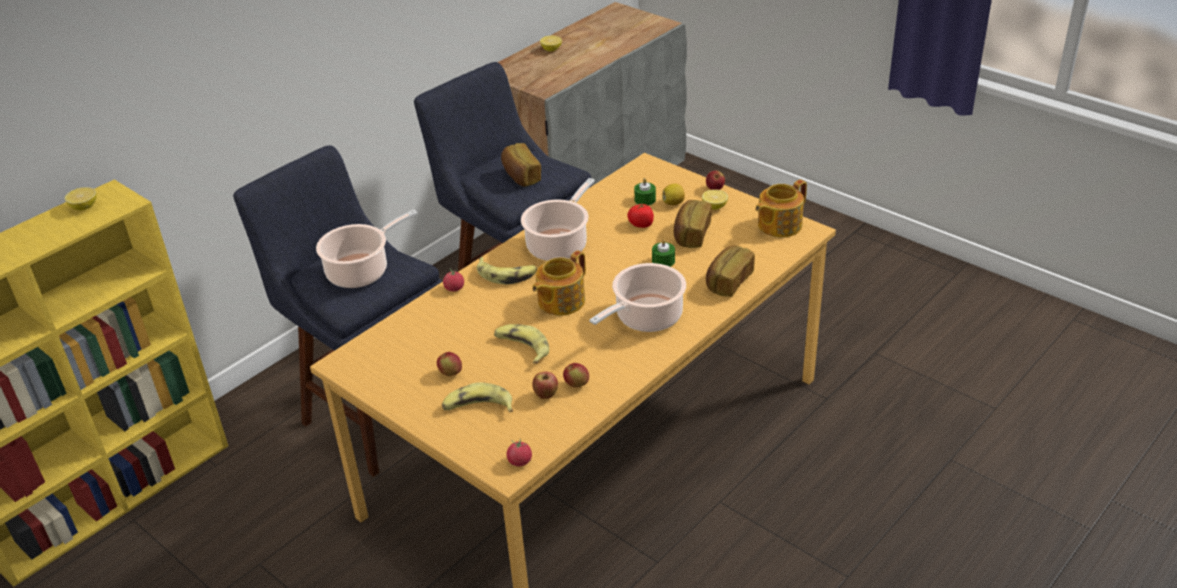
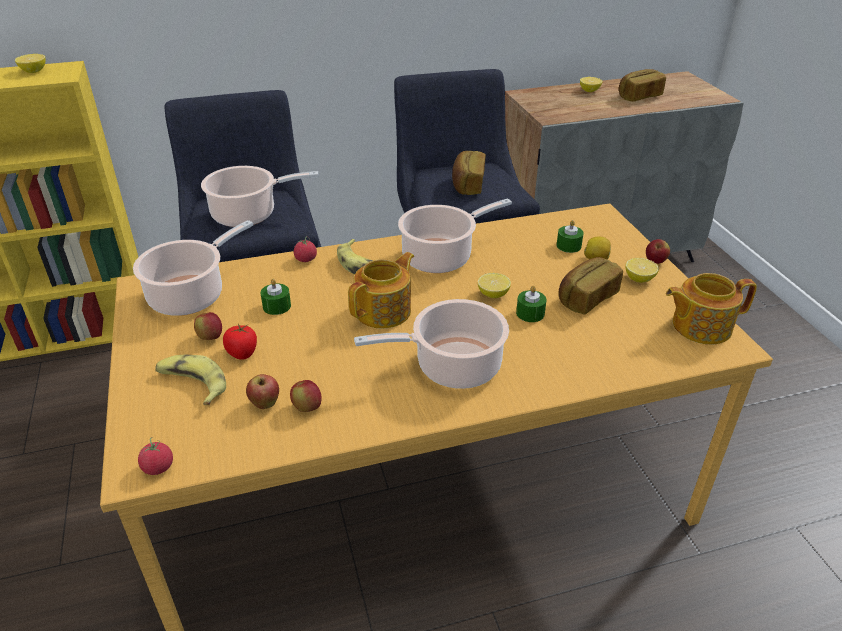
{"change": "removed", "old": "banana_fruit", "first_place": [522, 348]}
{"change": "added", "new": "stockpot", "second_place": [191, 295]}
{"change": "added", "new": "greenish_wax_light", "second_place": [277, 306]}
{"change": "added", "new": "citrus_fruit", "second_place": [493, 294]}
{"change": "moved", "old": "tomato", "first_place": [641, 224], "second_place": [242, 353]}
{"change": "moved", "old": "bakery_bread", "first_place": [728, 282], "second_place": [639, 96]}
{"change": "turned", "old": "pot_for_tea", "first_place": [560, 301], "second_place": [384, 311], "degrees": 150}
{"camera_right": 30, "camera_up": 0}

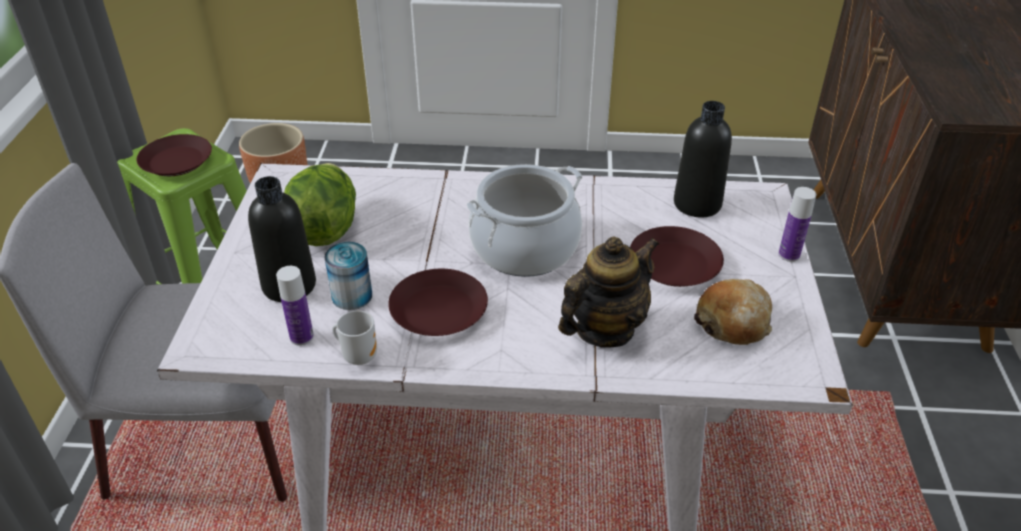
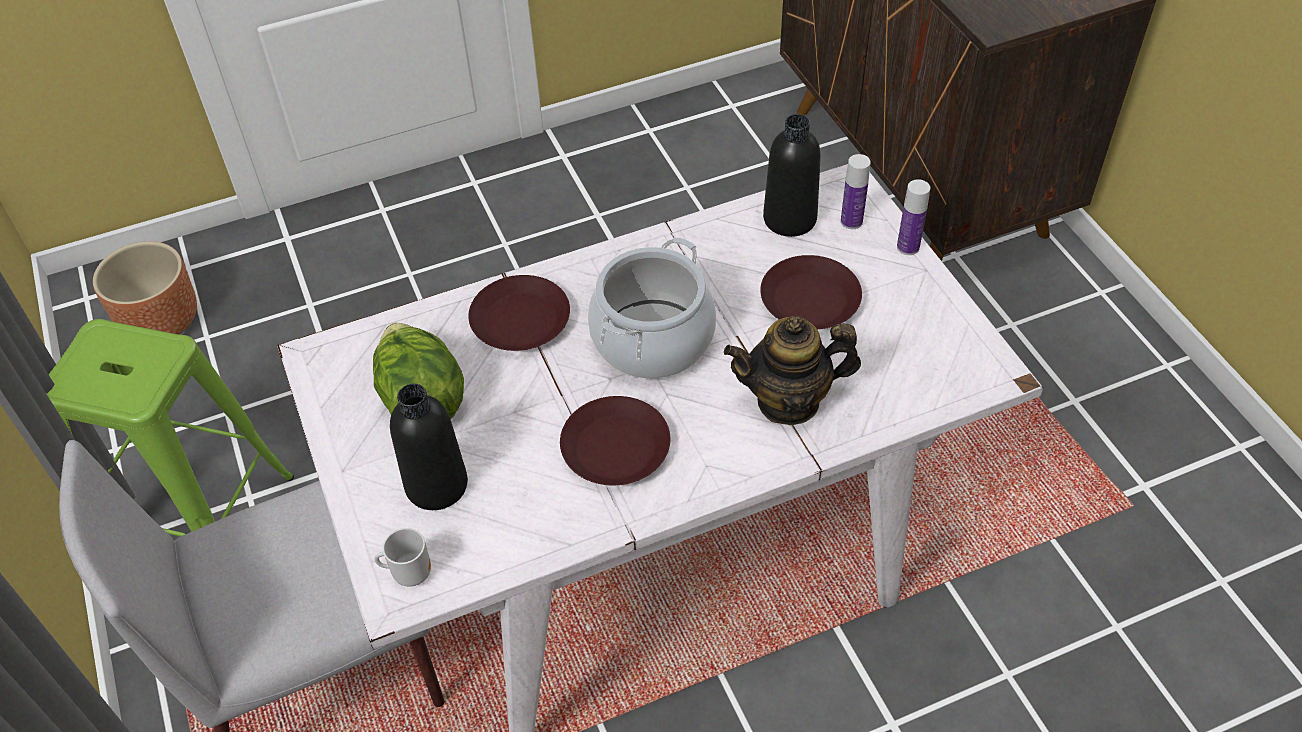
{"change": "removed", "old": "sealed_can", "first_place": [352, 296]}
{"change": "removed", "old": "bakery_bread", "first_place": [733, 322]}
{"change": "moved", "old": "brownish_flat_dish", "first_place": [176, 162], "second_place": [520, 322]}
{"change": "moved", "old": "beverage_bottle", "first_place": [302, 337], "second_place": [851, 221]}
{"change": "moved", "old": "coffee_mug", "first_place": [359, 355], "second_place": [410, 572]}
{"change": "turned", "old": "pot_for_tea", "first_place": [604, 329], "second_place": [789, 401], "degrees": -120}
{"camera_right": -25, "camera_up": 10}

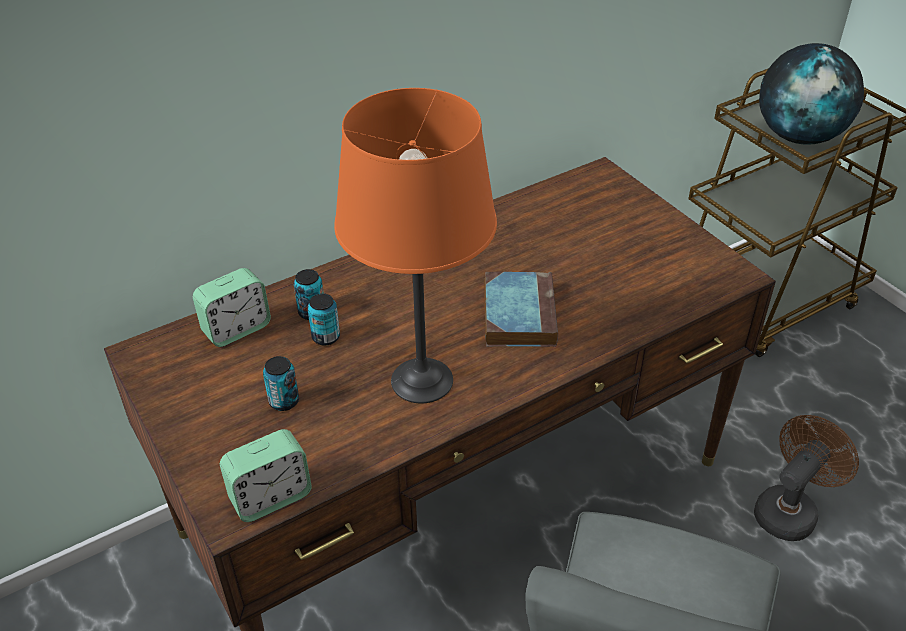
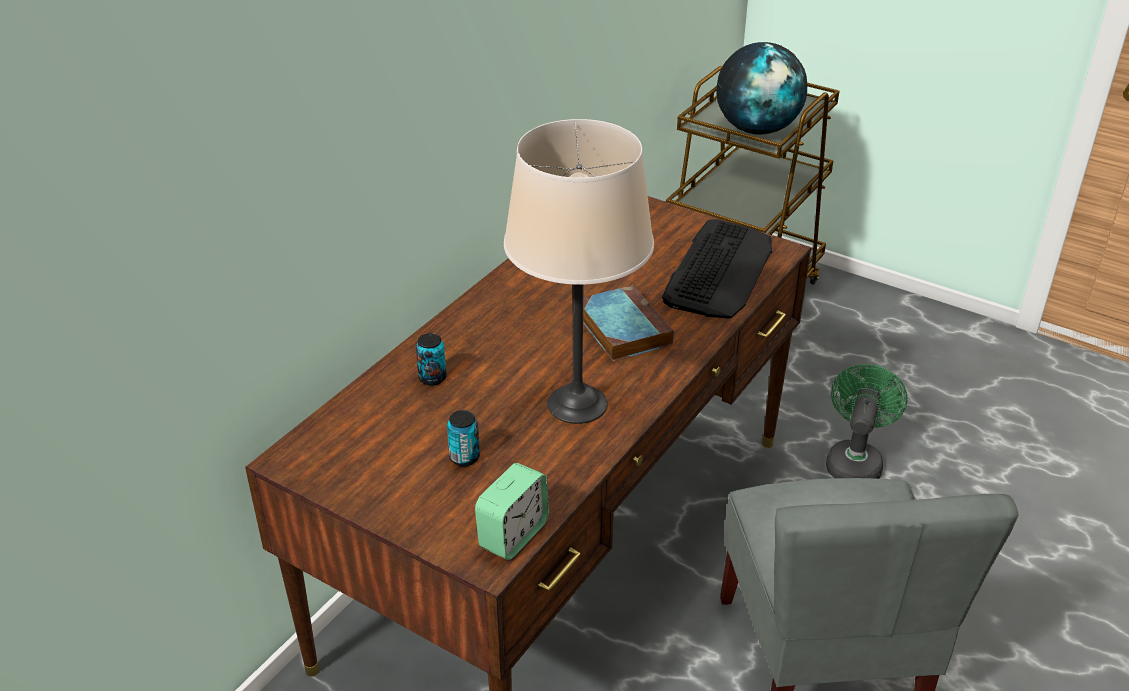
{"change": "removed", "old": "alarm_clock", "first_place": [236, 329]}
{"change": "removed", "old": "sealed_can", "first_place": [326, 337]}
{"change": "added", "new": "keyboard", "second_place": [719, 270]}
{"change": "recoloured", "old": "orangey_lamp_for_a_table", "new": "beige_lamp_for_a_table", "first_place": [421, 380], "second_place": [576, 404]}
{"change": "recoloured", "old": "brownish_cooling_fan", "new": "greenish_cooling_fan", "first_place": [789, 510], "second_place": [854, 461]}
{"camera_right": -25, "camera_up": -5}

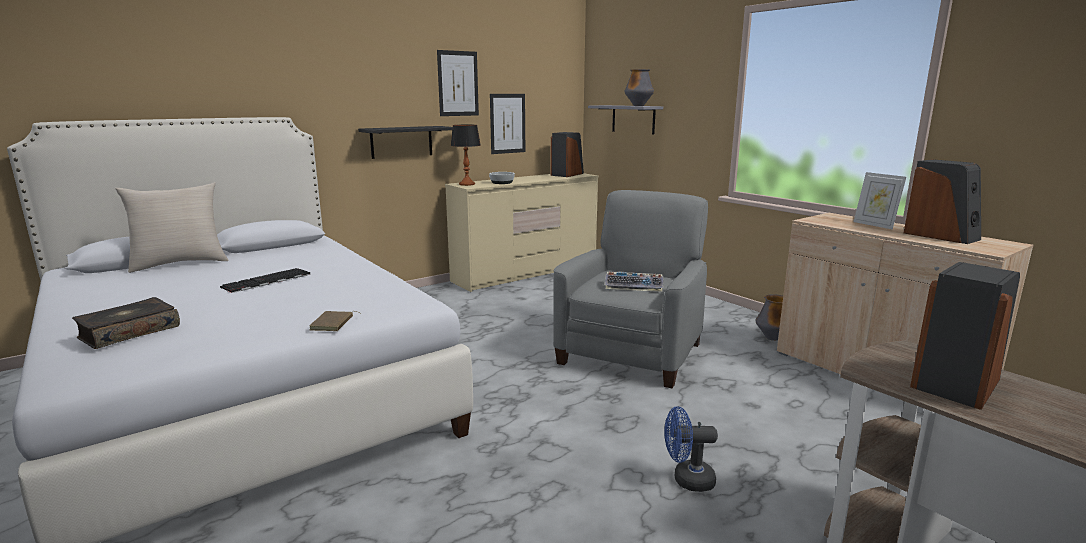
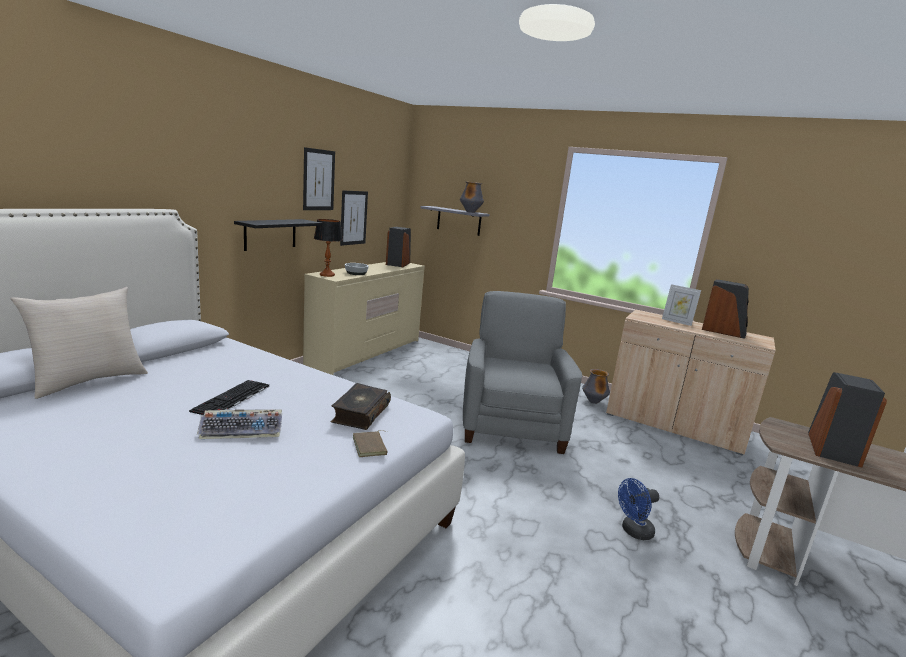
{"change": "moved", "old": "bound_book", "first_place": [129, 332], "second_place": [360, 414]}
{"change": "moved", "old": "keyboard", "first_place": [634, 286], "second_place": [243, 429]}
{"camera_right": -25, "camera_up": 0}

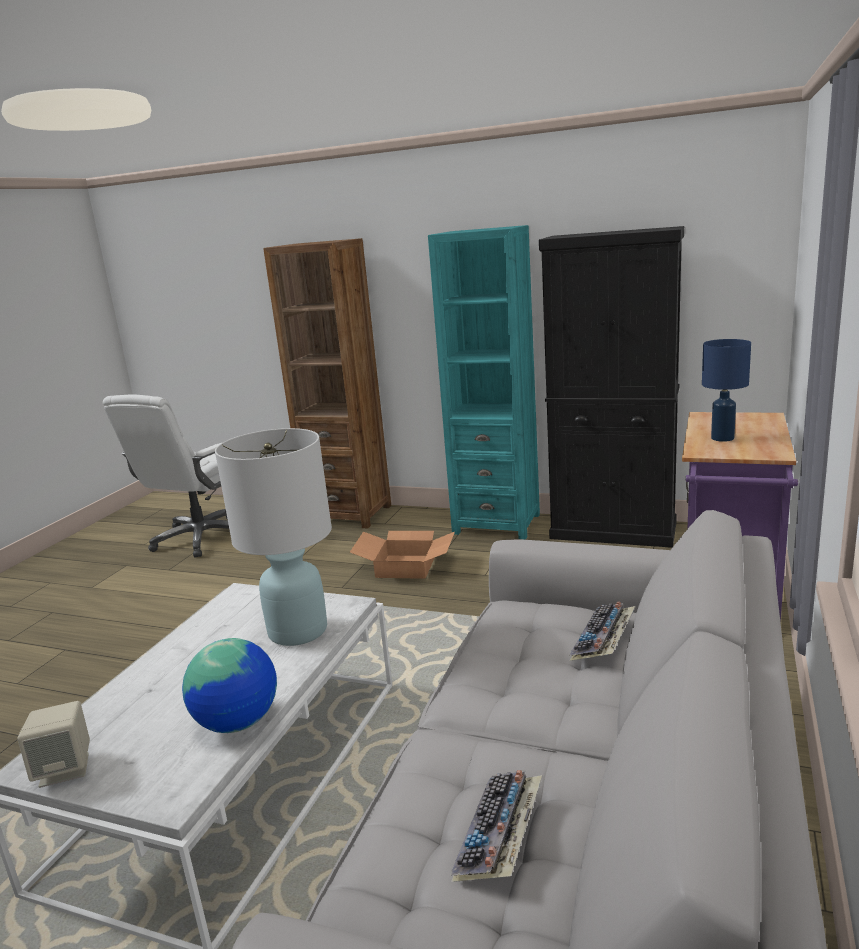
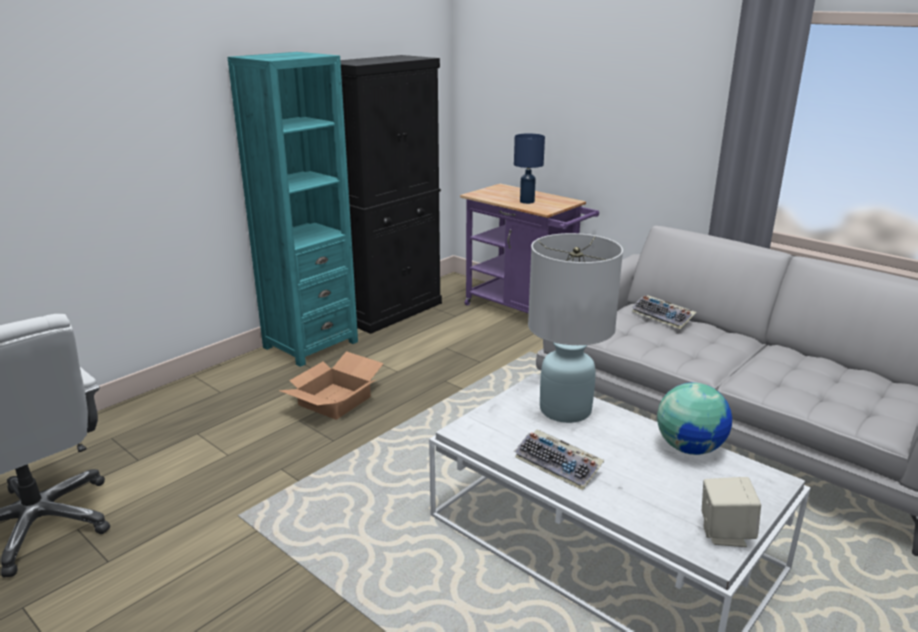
{"change": "removed", "old": "brownish_bookcase", "first_place": [349, 514]}
{"change": "moved", "old": "keyboard", "first_place": [500, 837], "second_place": [559, 465]}
{"camera_right": -70, "camera_up": 5}

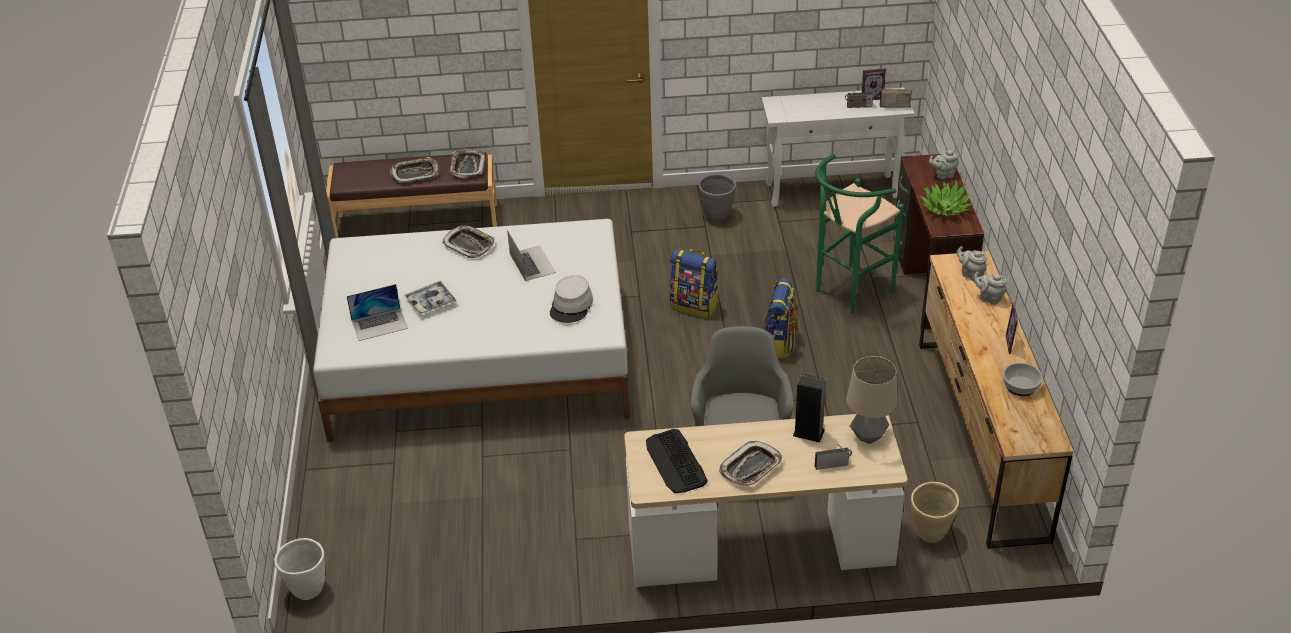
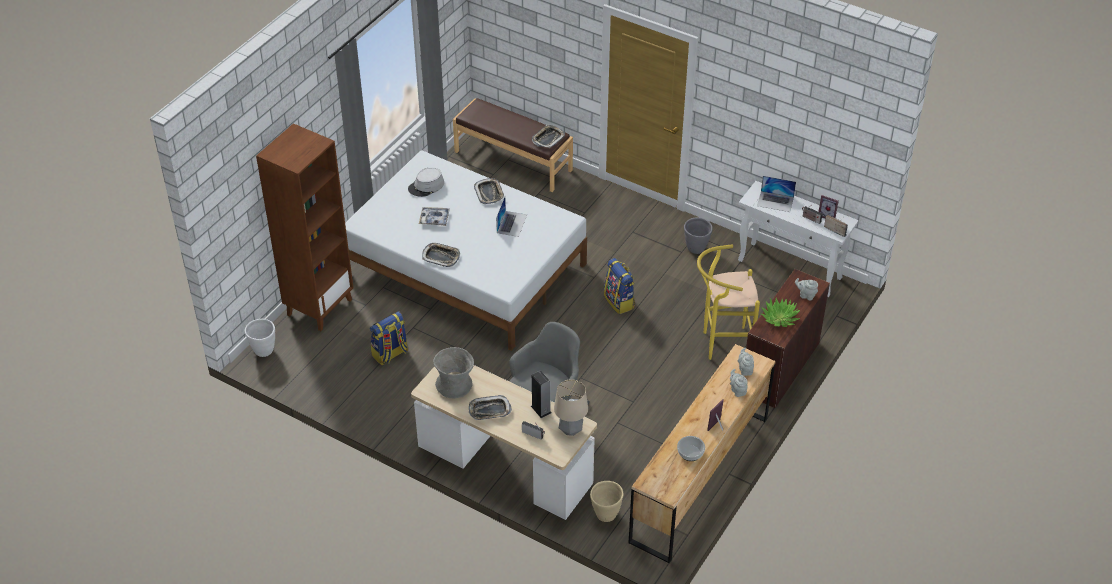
{"change": "added", "new": "brownish_bookcase", "second_place": [319, 307]}
{"change": "moved", "old": "portable_computer", "first_place": [379, 324], "second_place": [775, 201]}
{"change": "moved", "old": "carrying_tray", "first_place": [415, 173], "second_place": [441, 257]}
{"change": "moved", "old": "gray_hat", "first_place": [571, 306], "second_place": [426, 186]}
{"change": "moved", "old": "knapsack", "first_place": [779, 343], "second_place": [390, 354]}
{"change": "replaced", "old": "keyboard", "new": "gray_flower_vase", "first_place": [675, 462], "second_place": [455, 384]}
{"change": "recoloured", "old": "greenish_stool_seat", "new": "yellow-coloured_stool_seat", "first_place": [848, 293], "second_place": [721, 344]}
{"camera_right": 35, "camera_up": 5}

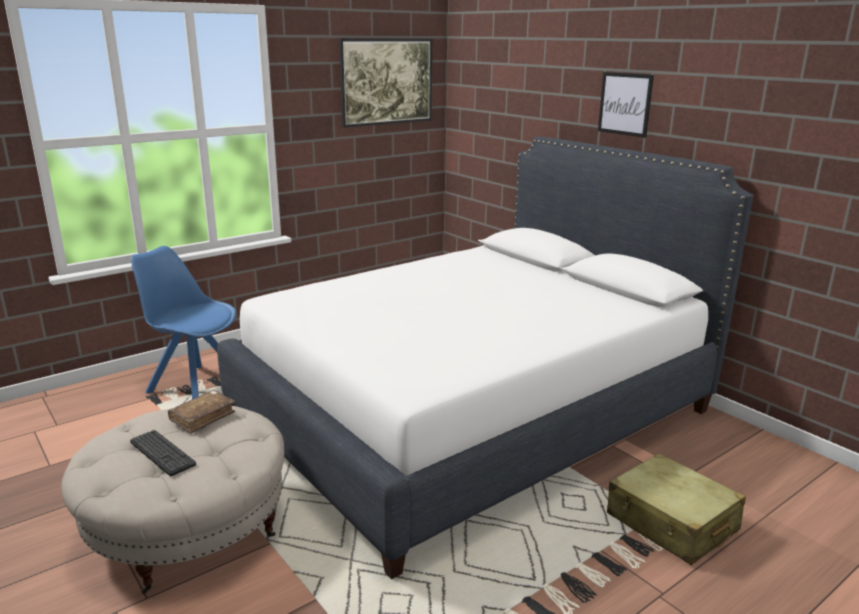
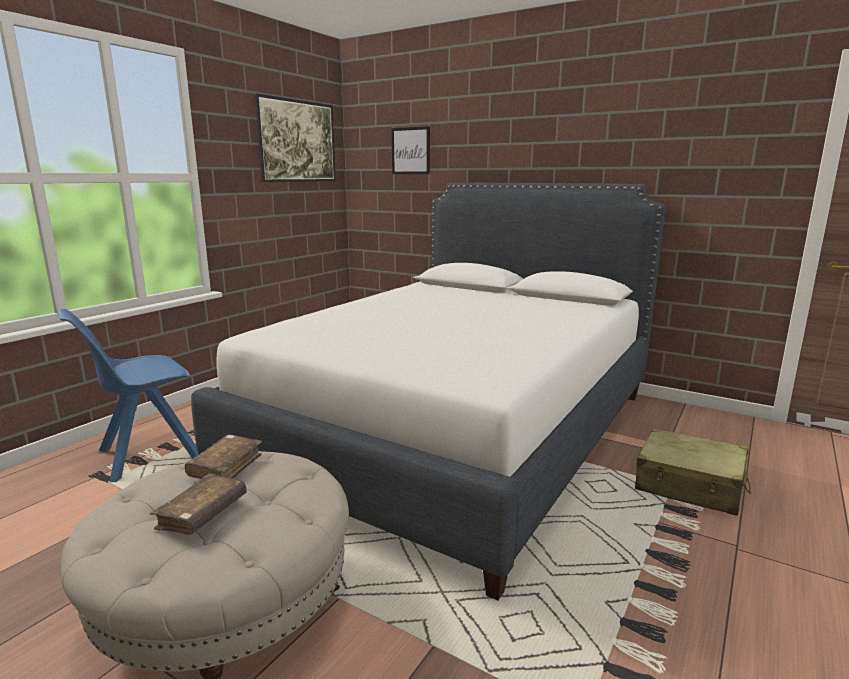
{"change": "moved", "old": "picture", "first_place": [625, 104], "second_place": [410, 151]}
{"change": "replaced", "old": "keyboard", "new": "brownish_bound_book", "first_place": [162, 453], "second_place": [202, 514]}
{"change": "turned", "old": "blue-coloured_upright_chair", "first_place": [195, 386], "second_place": [146, 455], "degrees": -45}
{"camera_right": -20, "camera_up": -5}

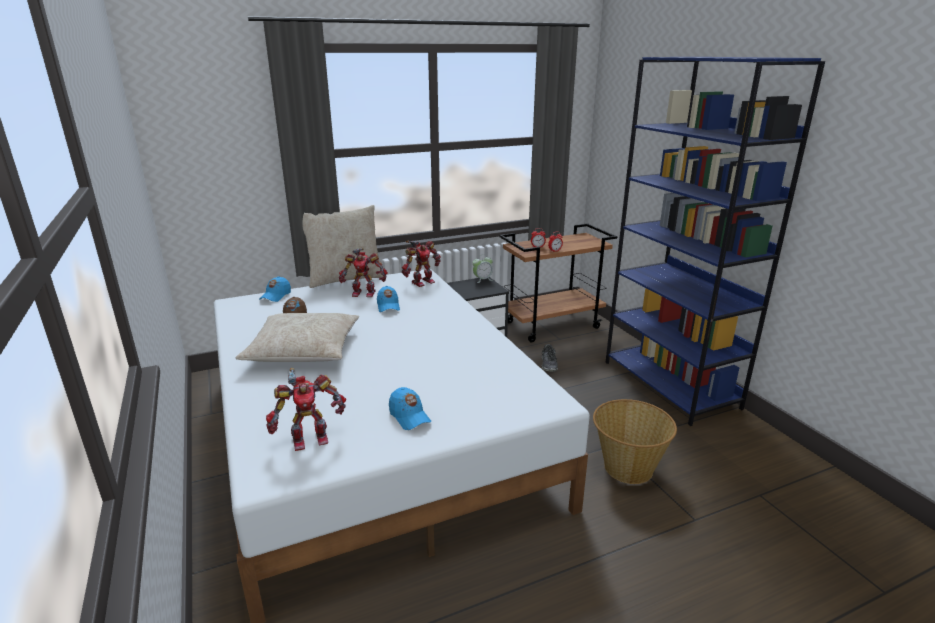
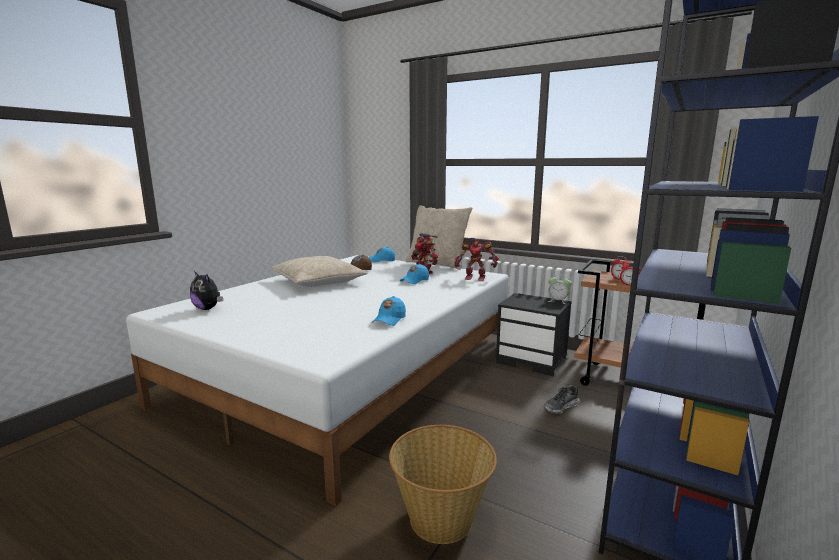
{"change": "moved", "old": "blue-coloured_baseball_cap", "first_place": [409, 416], "second_place": [389, 320]}
{"change": "replaced", "old": "robot_figure", "new": "plush_toy", "first_place": [309, 438], "second_place": [208, 308]}
{"camera_right": 55, "camera_up": -10}

